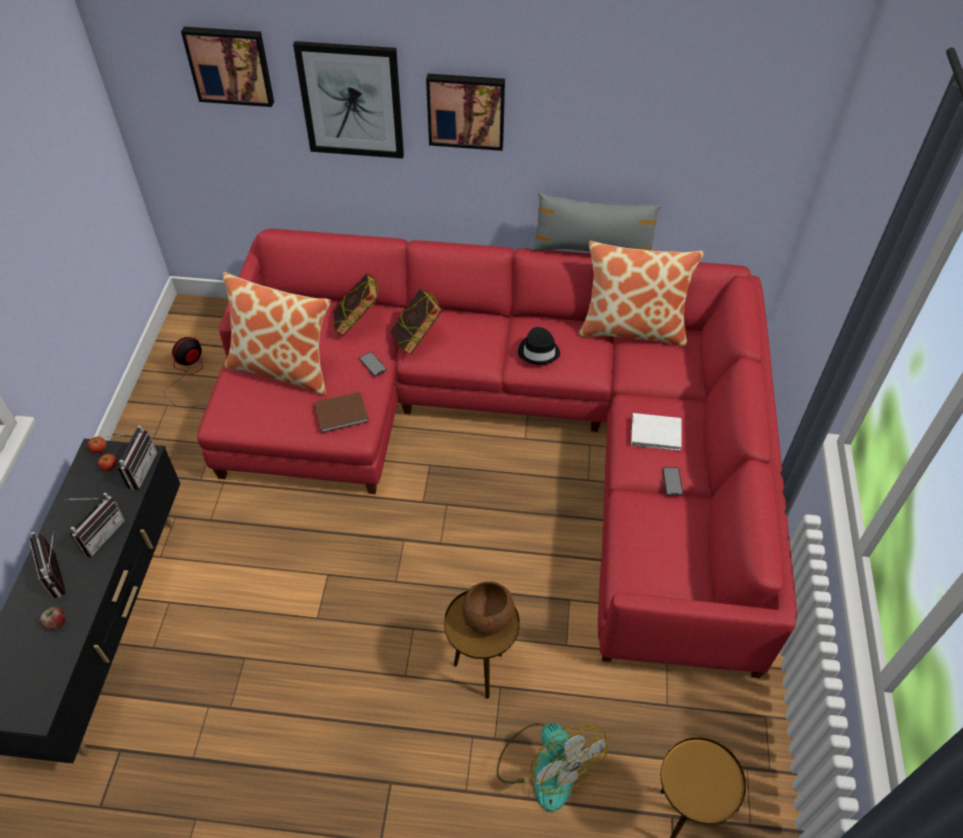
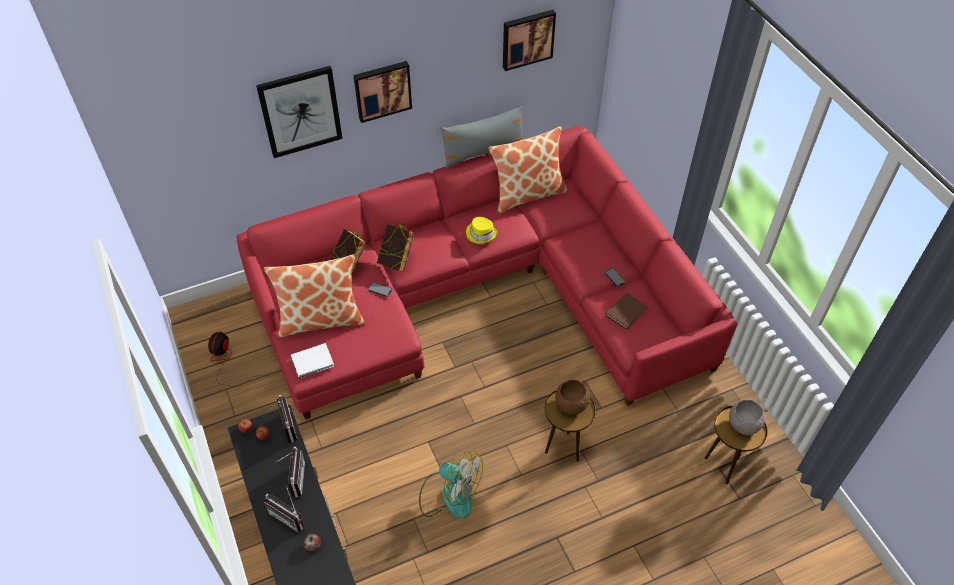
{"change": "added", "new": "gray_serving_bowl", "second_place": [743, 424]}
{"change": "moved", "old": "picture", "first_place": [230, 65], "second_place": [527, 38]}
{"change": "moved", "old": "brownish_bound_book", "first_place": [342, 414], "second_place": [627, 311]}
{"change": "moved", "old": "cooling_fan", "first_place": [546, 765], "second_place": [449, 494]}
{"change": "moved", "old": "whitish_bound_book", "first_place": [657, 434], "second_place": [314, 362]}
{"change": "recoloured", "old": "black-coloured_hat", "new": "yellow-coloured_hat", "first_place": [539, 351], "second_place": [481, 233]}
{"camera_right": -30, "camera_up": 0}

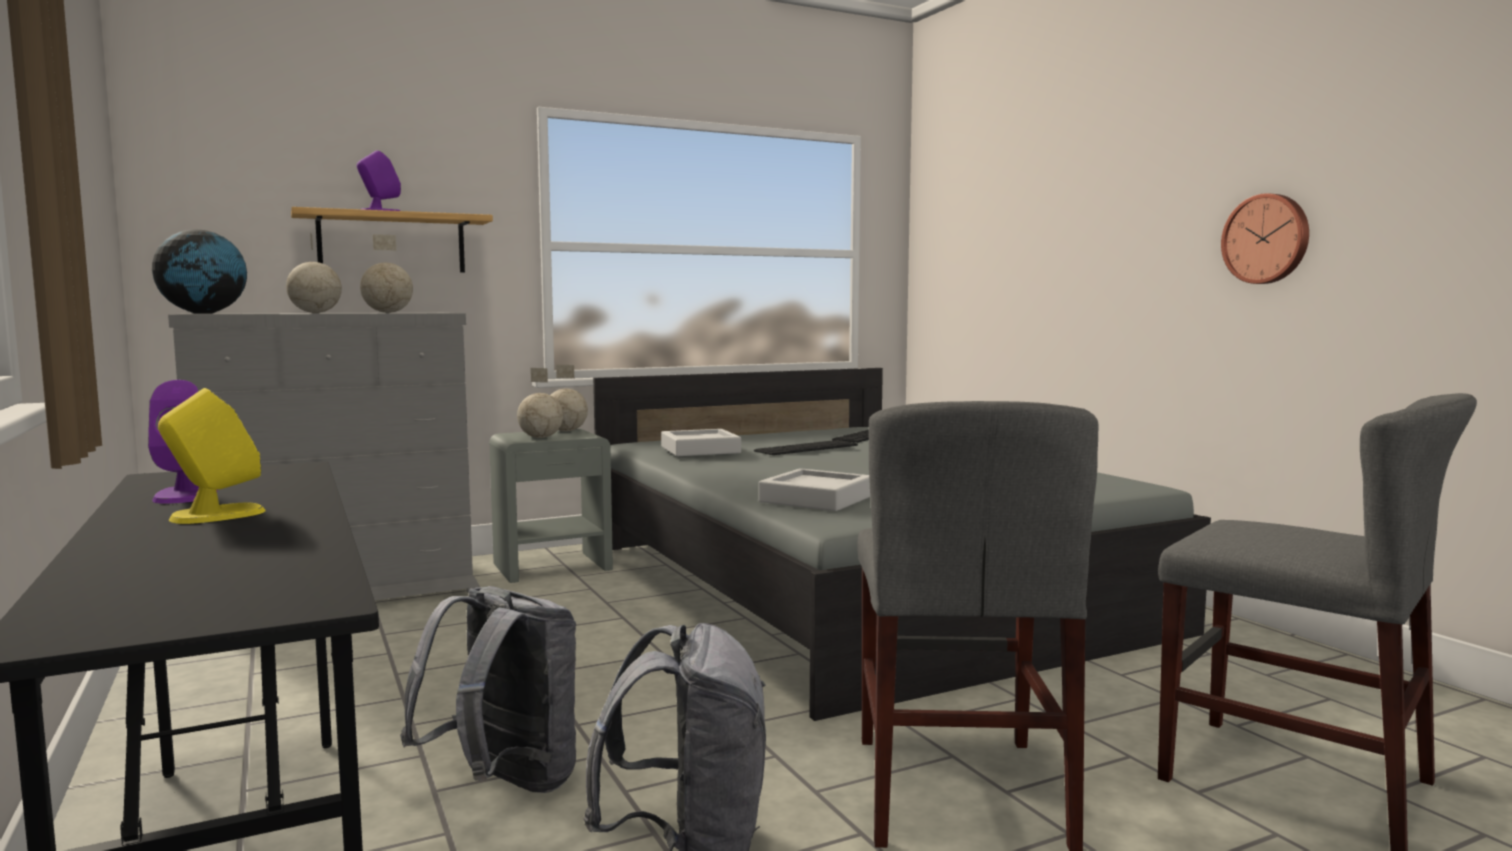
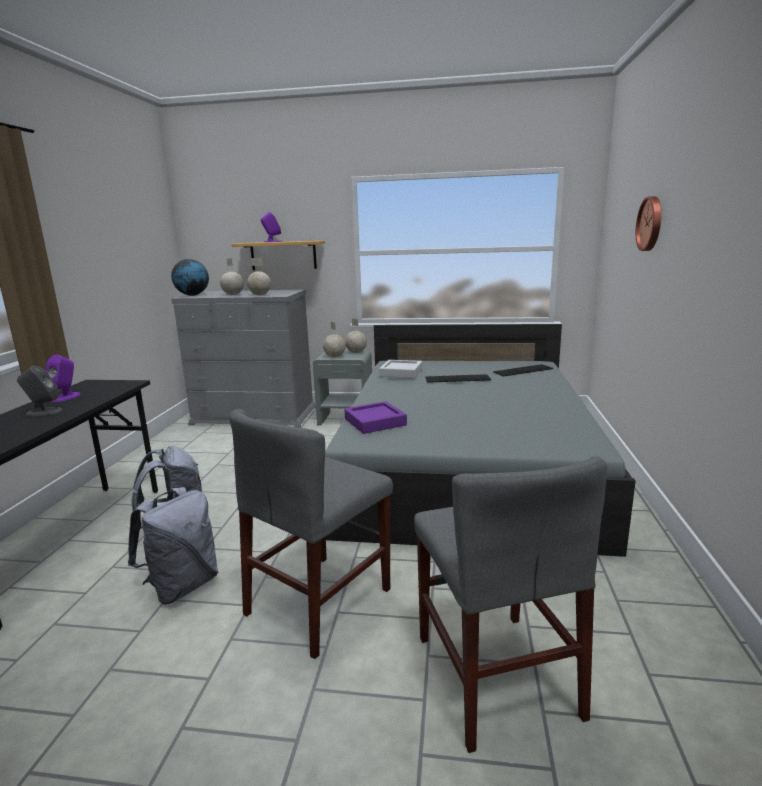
{"change": "moved", "old": "clock_on_the_wall", "first_place": [1267, 239], "second_place": [651, 224]}
{"change": "recoloured", "old": "yellow-coloured_loudspeaker", "new": "gray_loudspeaker", "first_place": [216, 515], "second_place": [43, 412]}
{"change": "recoloured", "old": "gray_carrying_tray", "new": "purple-coloured_carrying_tray", "first_place": [816, 499], "second_place": [375, 422]}
{"camera_right": 35, "camera_up": 10}

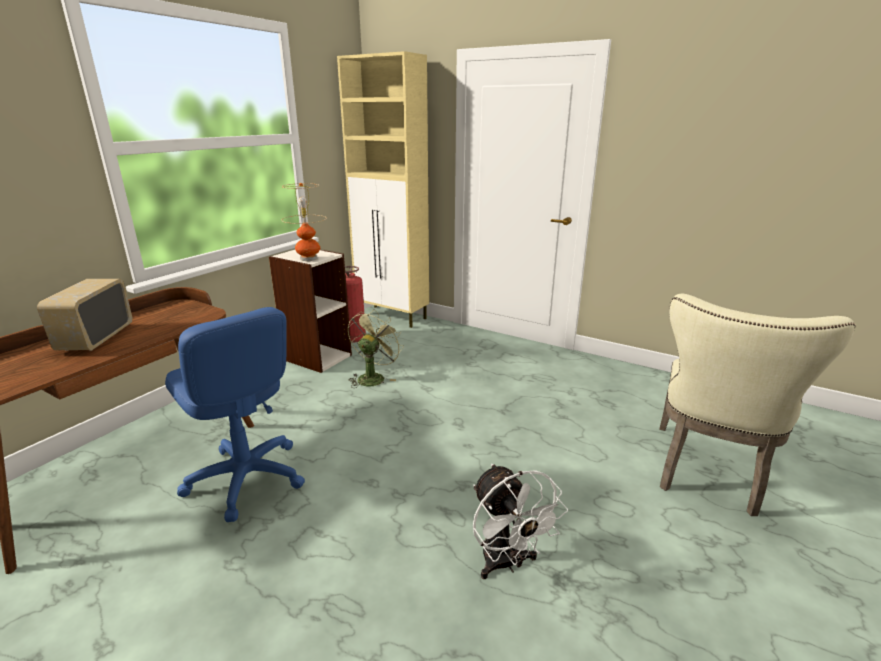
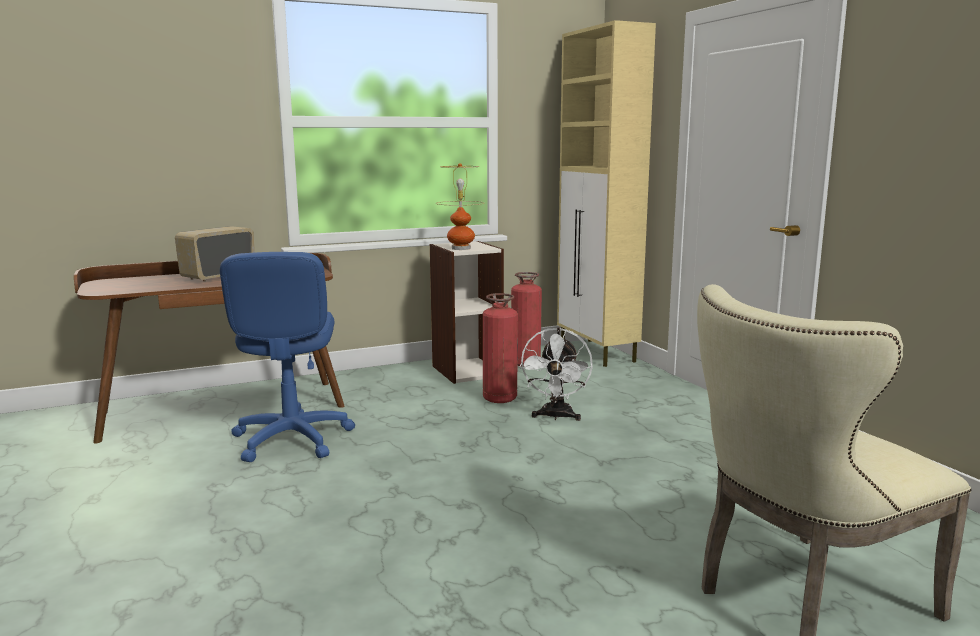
{"change": "moved", "old": "whitish_cooling_fan", "first_place": [506, 563], "second_place": [556, 417]}
{"change": "replaced", "old": "greenish_cooling_fan", "new": "fire-fighting_cylinder", "first_place": [373, 377], "second_place": [499, 398]}
{"camera_right": 35, "camera_up": -10}

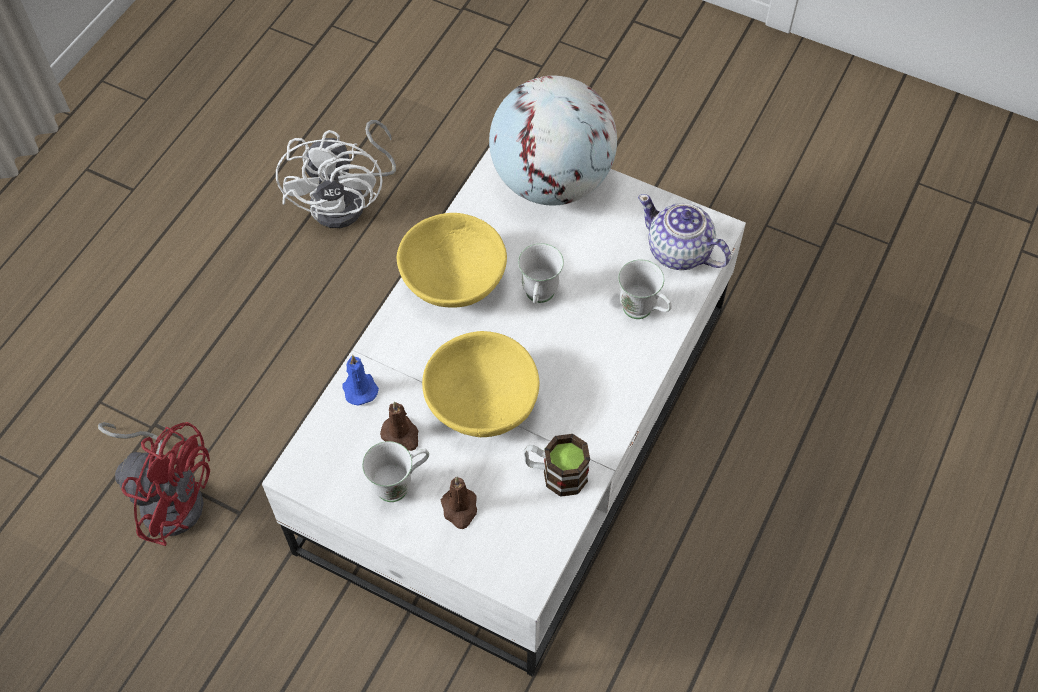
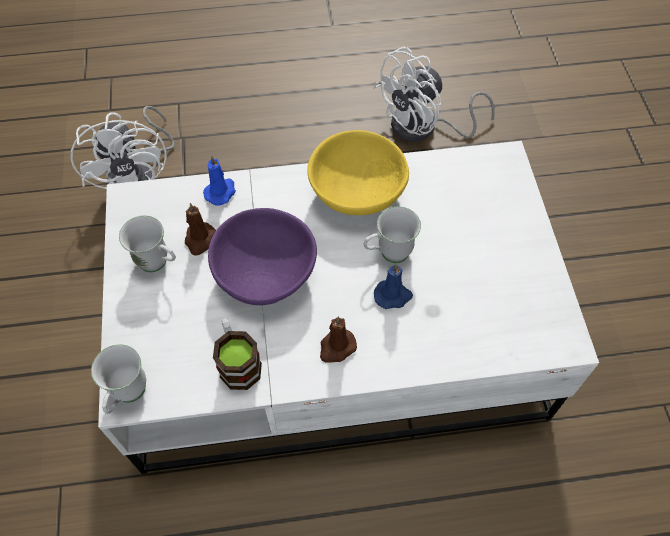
{"change": "removed", "old": "world_globe", "first_place": [552, 181]}
{"change": "removed", "old": "pot_for_tea", "first_place": [679, 252]}
{"change": "added", "new": "blue-coloured_wax_light", "second_place": [393, 295]}
{"change": "moved", "old": "brownish_wax_light", "first_place": [460, 509], "second_place": [336, 347]}
{"change": "moved", "old": "whitish_coffee_mug", "first_place": [643, 312], "second_place": [127, 396]}
{"change": "recoloured", "old": "red_cooling_fan", "new": "whitish_cooling_fan", "first_place": [169, 495], "second_place": [140, 176]}
{"change": "recoloured", "old": "yellow-coloured_serving_bowl", "new": "purple-coloured_serving_bowl", "first_place": [483, 403], "second_place": [264, 274]}
{"camera_right": 55, "camera_up": 0}

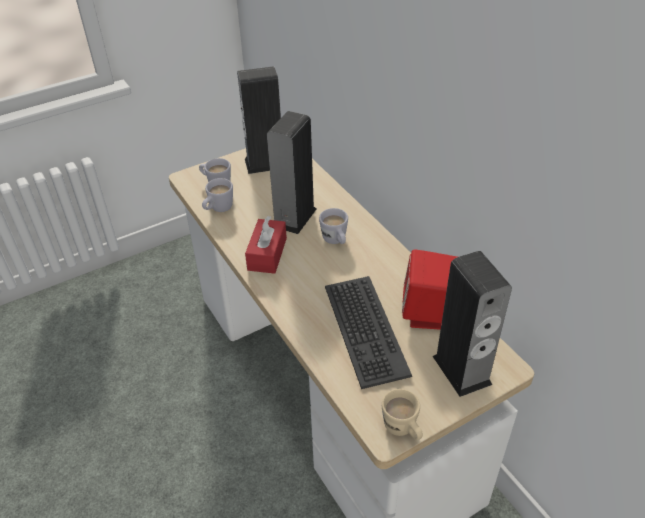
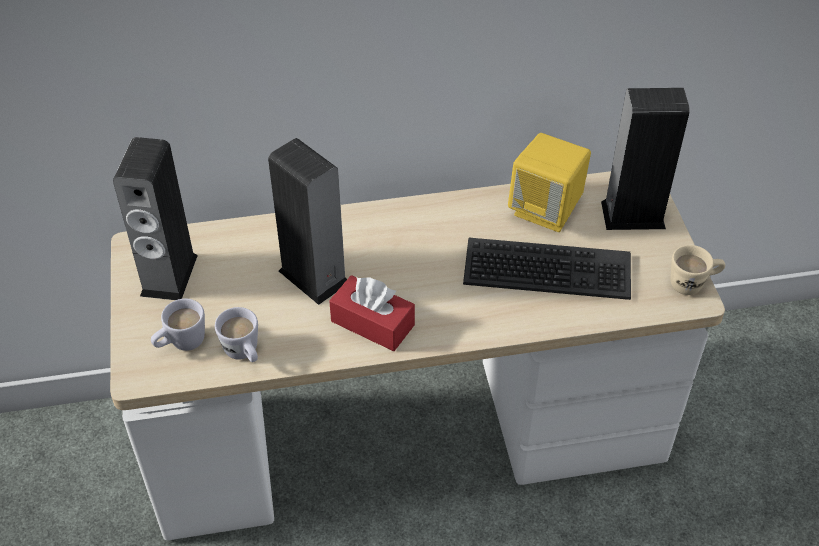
{"change": "removed", "old": "whitish_coffee_mug", "first_place": [336, 241]}
{"change": "recoloured", "old": "red_loudspeaker", "new": "yellow-coloured_loudspeaker", "first_place": [430, 313], "second_place": [546, 210]}
{"camera_right": -70, "camera_up": 5}

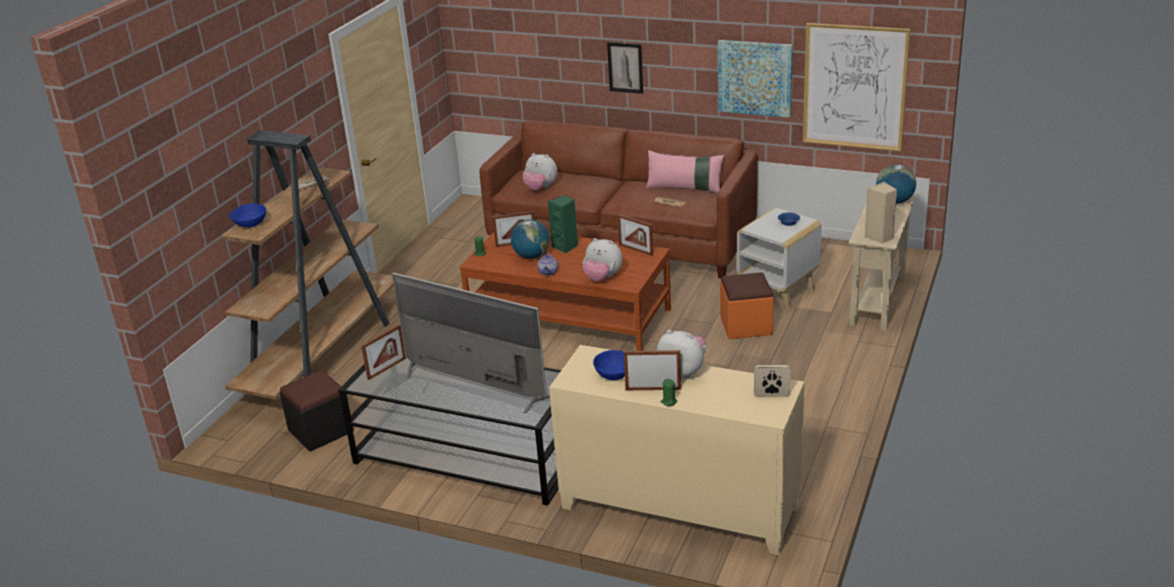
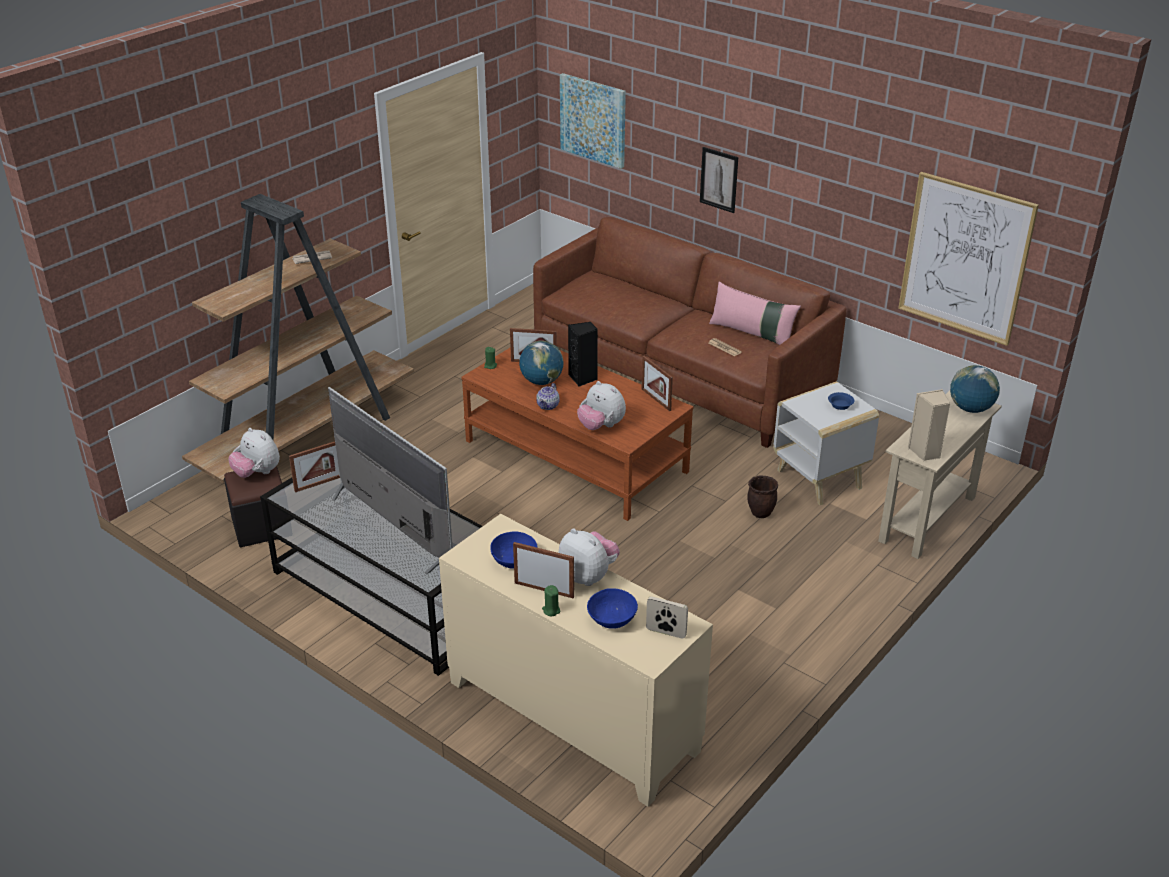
{"change": "moved", "old": "blue-coloured_serving_bowl", "first_place": [250, 224], "second_place": [612, 620]}
{"change": "moved", "old": "plush_toy", "first_place": [540, 188], "second_place": [257, 473]}
{"change": "moved", "old": "picture", "first_place": [755, 78], "second_place": [593, 120]}
{"change": "replaced", "old": "orangey_footrest", "new": "brownish_plant_pot", "first_place": [746, 325], "second_place": [761, 513]}
{"change": "recoloured", "old": "greenish_loudspeaker", "new": "black-coloured_loudspeaker", "first_place": [566, 247], "second_place": [583, 378]}
{"camera_right": 15, "camera_up": 5}

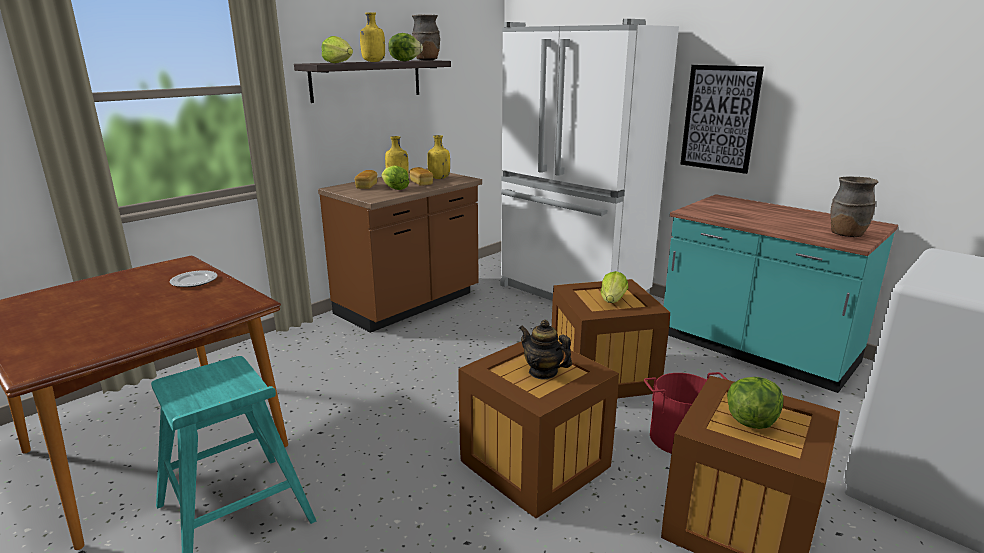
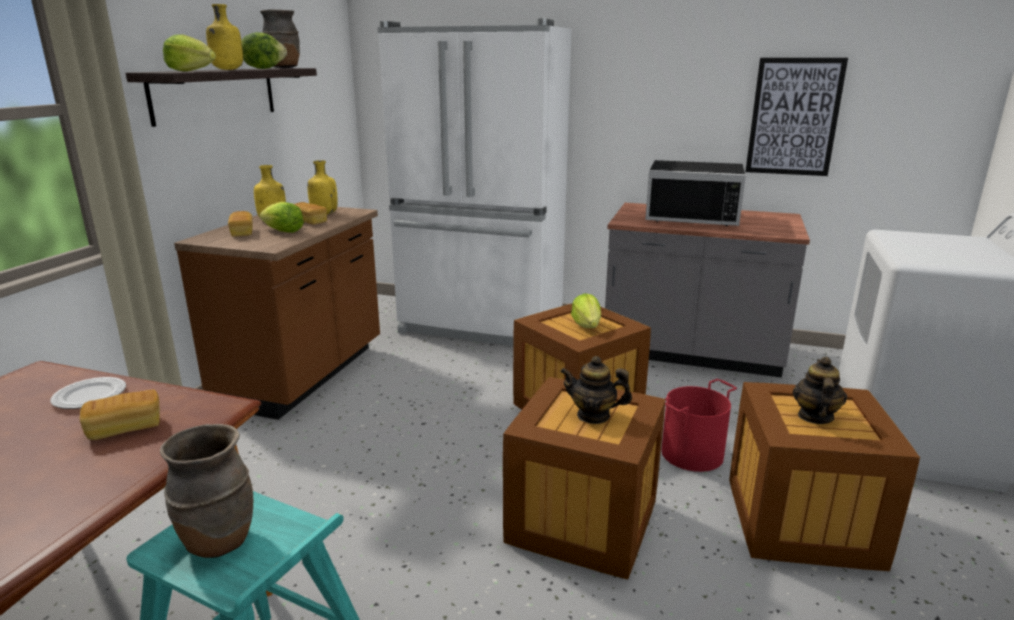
{"change": "added", "new": "bakery_bread", "second_place": [125, 428]}
{"change": "added", "new": "black-coloured_microwave_oven", "second_place": [693, 216]}
{"change": "moved", "old": "picture", "first_place": [720, 118], "second_place": [794, 117]}
{"change": "moved", "old": "brownish_flower_vase", "first_place": [846, 235], "second_place": [218, 541]}
{"change": "replaced", "old": "lettuce_head", "new": "pot_for_tea", "first_place": [751, 421], "second_place": [814, 417]}
{"change": "recoloured", "old": "turquoise-coloured_kitchen_counter", "new": "gray_kitchen_counter", "first_place": [756, 350], "second_place": [692, 353]}
{"camera_right": -25, "camera_up": 0}

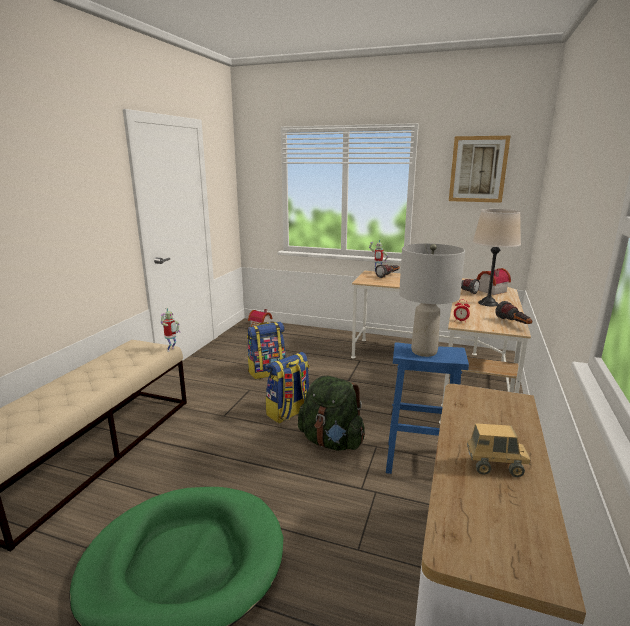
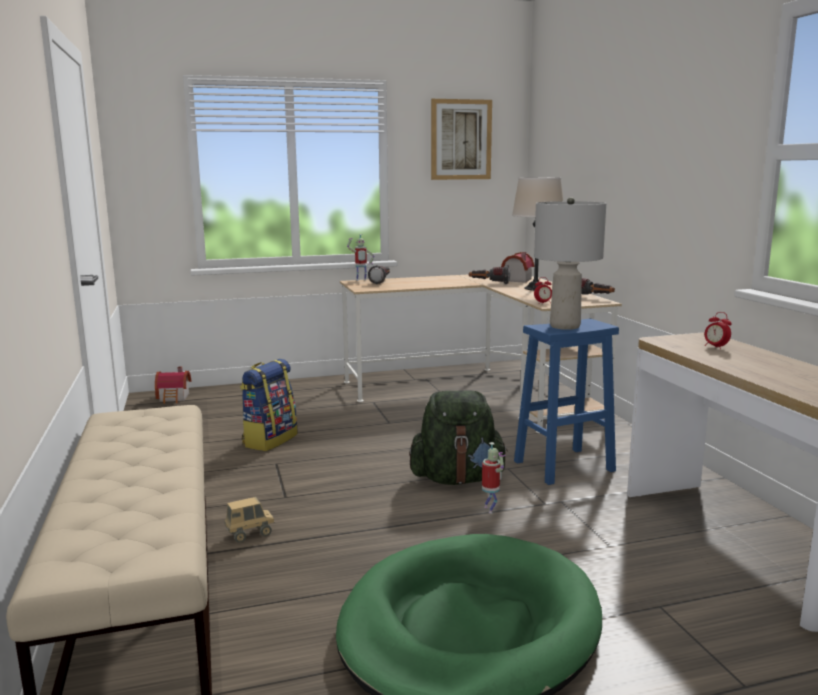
{"change": "removed", "old": "knapsack", "first_place": [289, 413]}
{"change": "added", "new": "alarm_clock", "second_place": [715, 347]}
{"change": "moved", "old": "robot_figure", "first_place": [172, 350], "second_place": [490, 509]}
{"change": "moved", "old": "model_truck", "first_place": [495, 467], "second_place": [250, 534]}
{"camera_right": -35, "camera_up": -5}

